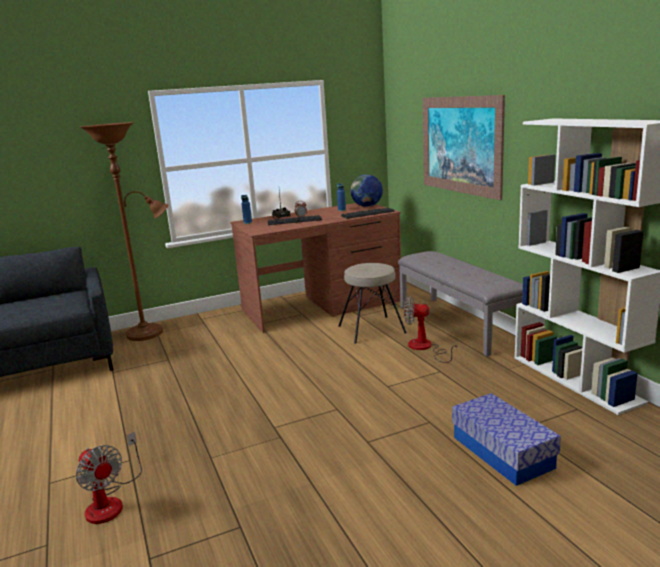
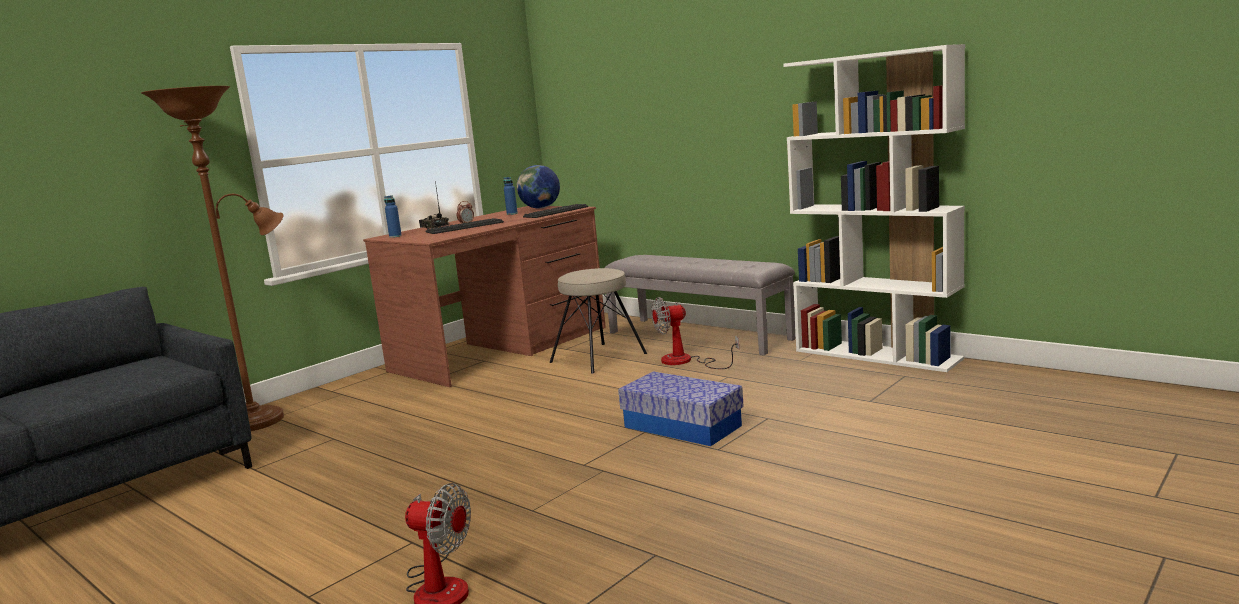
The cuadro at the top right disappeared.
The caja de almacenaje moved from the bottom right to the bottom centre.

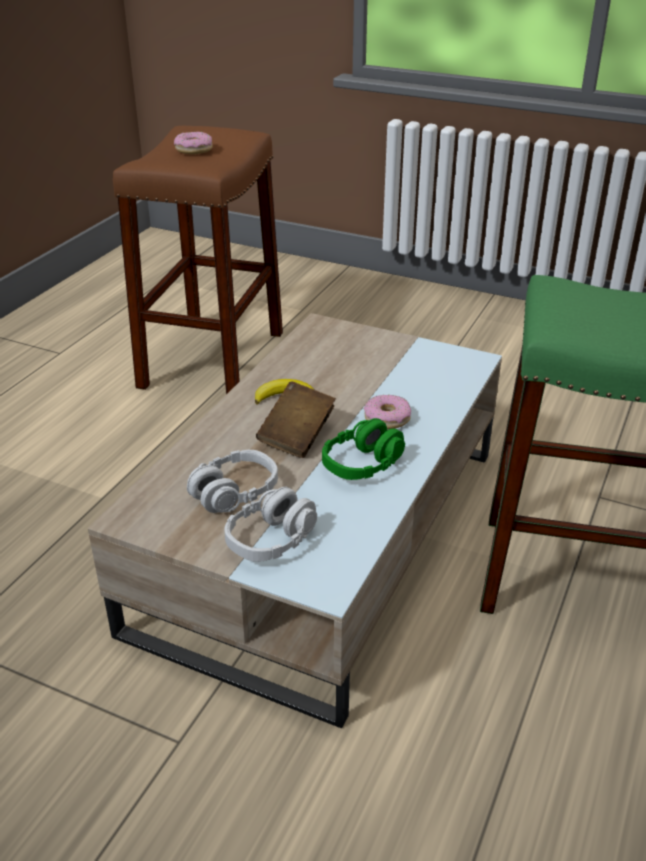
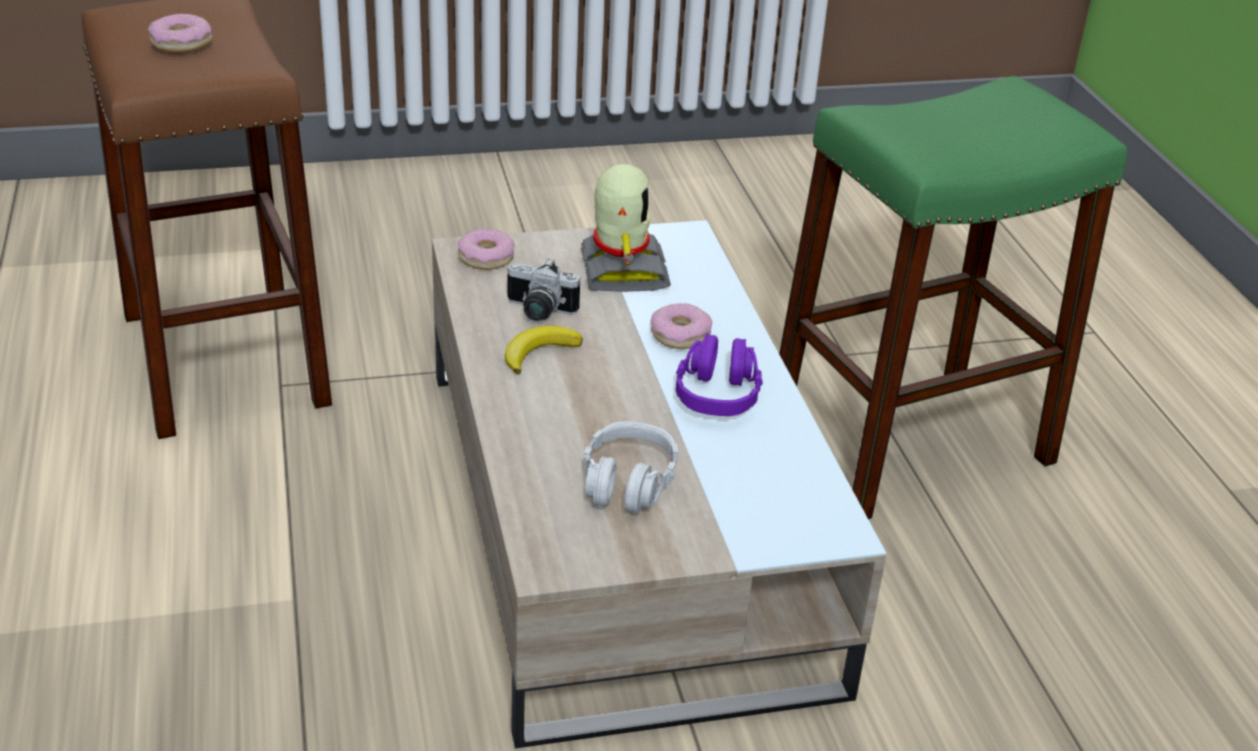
The auriculares/gris (no. 2 from left) at the centre disappeared.
The libro/marrón at the centre disappeared.
The rosquilla (no. 2 from left) at the top centre appeared.
The cámara at the centre appeared.
The robot de juguete at the top centre appeared.
The auriculares/verde at the centre became the auriculares/morado at the centre.

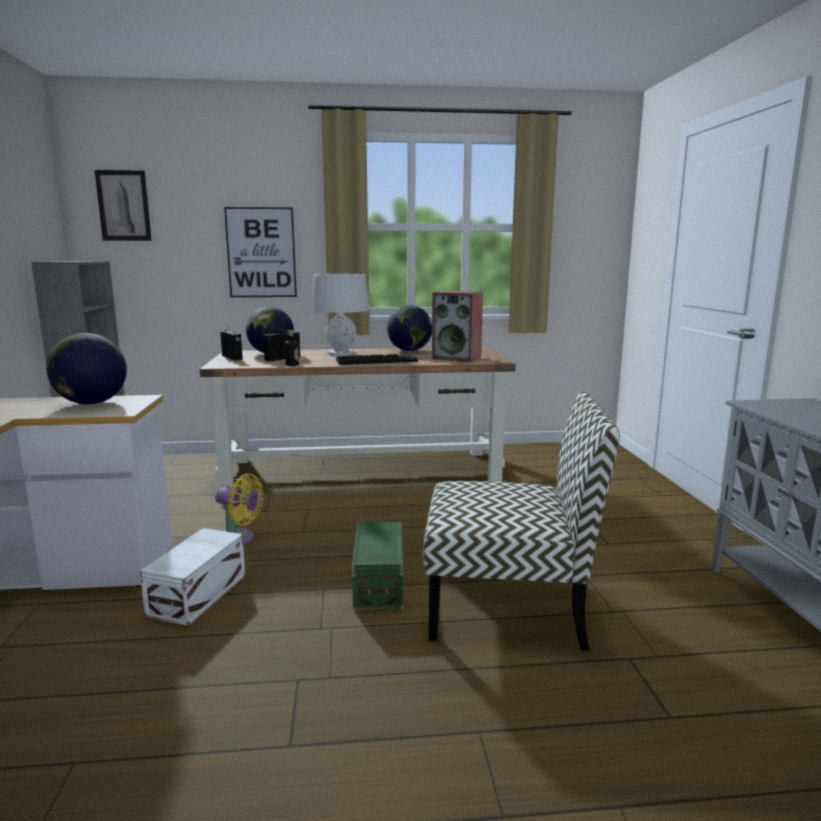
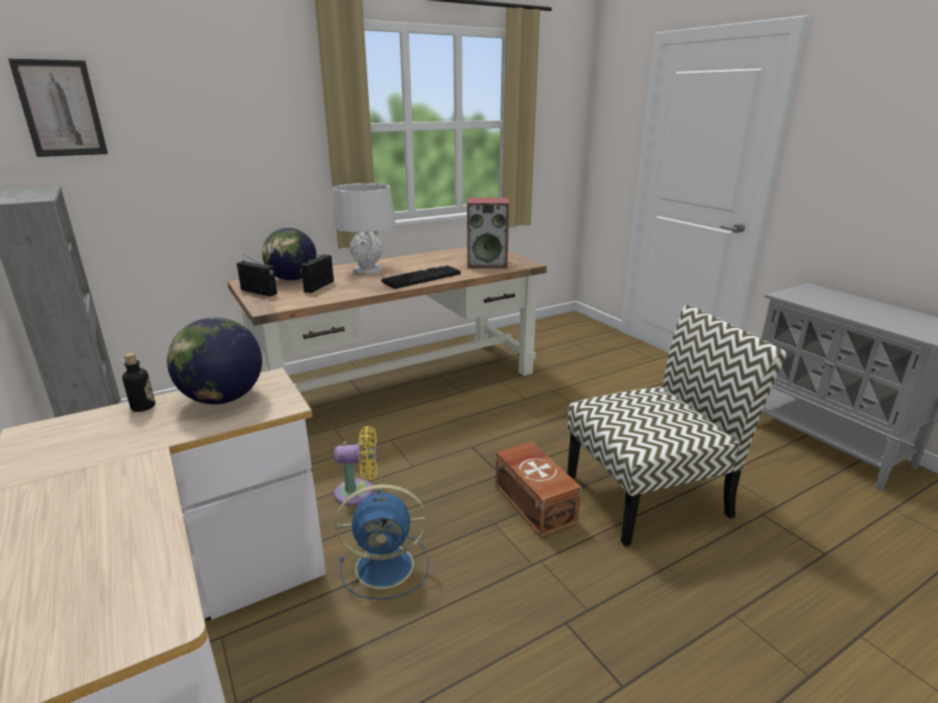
The cuadro (no. 2 from left) at the top left disappeared.
The globo terráqueo (no. 3 from left) at the centre disappeared.
The botella moved from the centre to the middle left.
The caja de almacenaje/blanco at the bottom left was replaced by the ventilador/azul at the bottom centre.
The caja de almacenaje/verde at the bottom centre became the caja de almacenaje/marrón at the bottom centre.

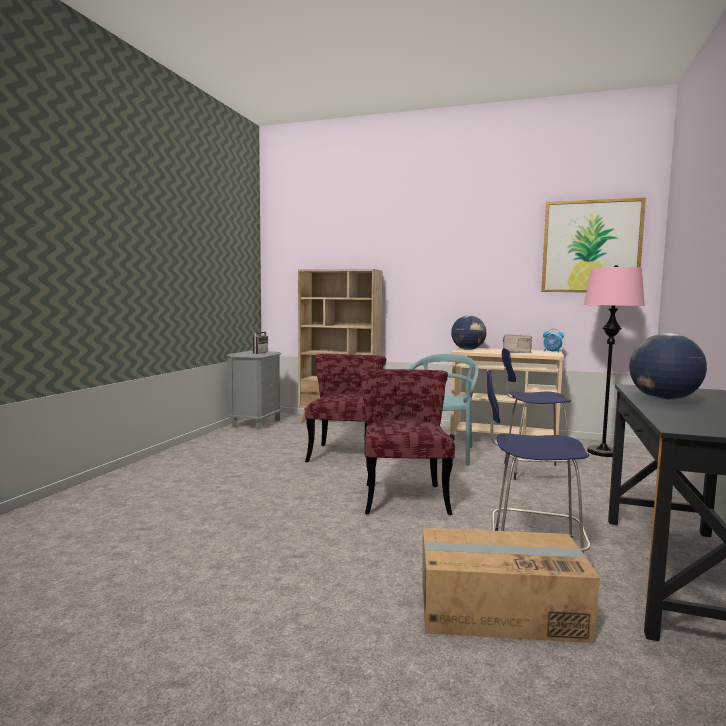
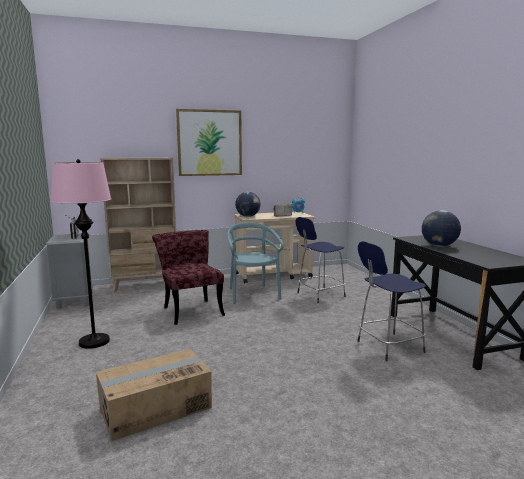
The silla/rojo (no. 2 from left) at the centre disappeared.
The caja de cartón moved from the bottom right to the bottom left.
The cuadro moved from the middle right to the top centre.
The lámpara de pie/rosa moved from the middle right to the middle left.

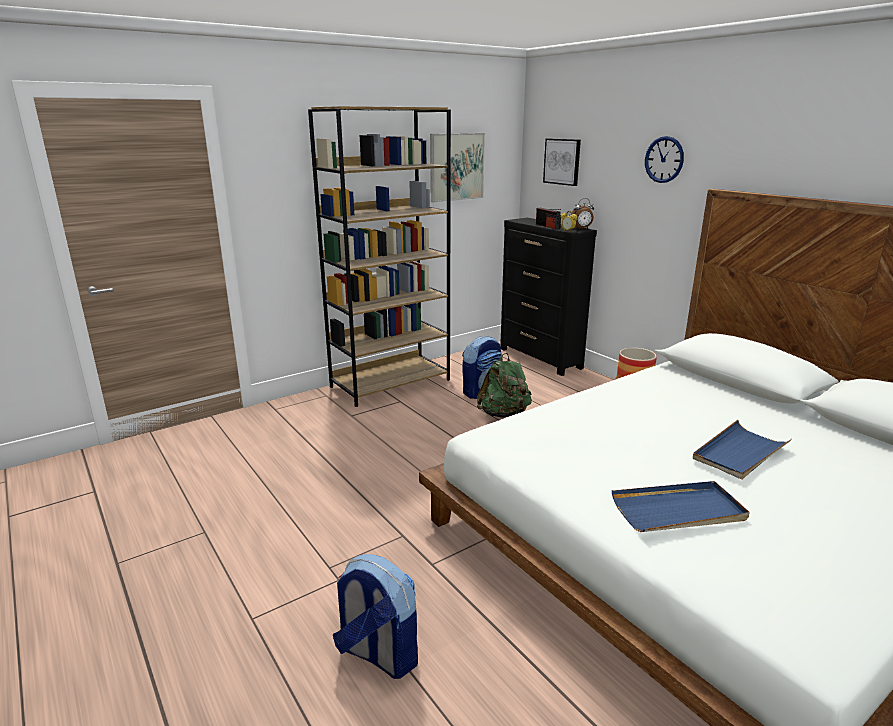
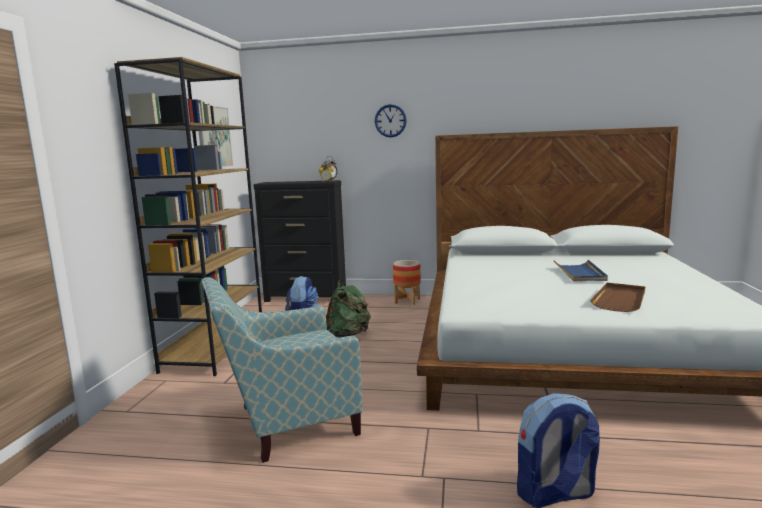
The radio at the top centre disappeared.
The cuadro (no. 2 from left) at the top centre disappeared.
The sillón at the bottom centre appeared.
The bandeja/azul (no. 1 from left) at the bottom right became the bandeja/marrón at the middle right.

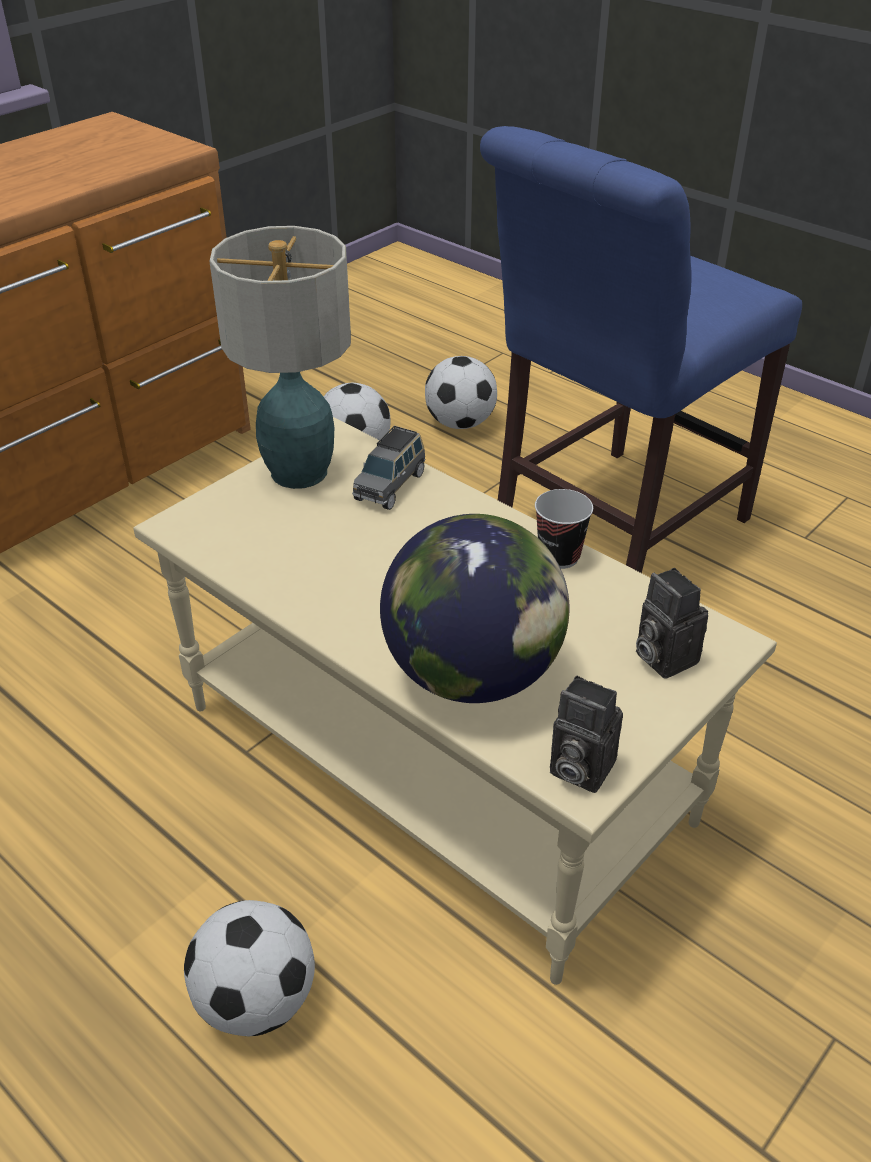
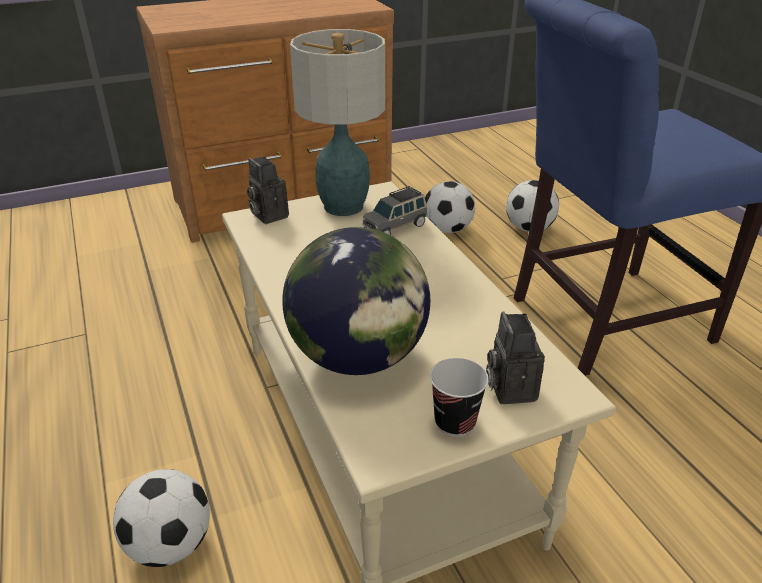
The taza moved from the centre to the bottom centre.
The cámara (no. 1 from left) moved from the middle right to the top centre.

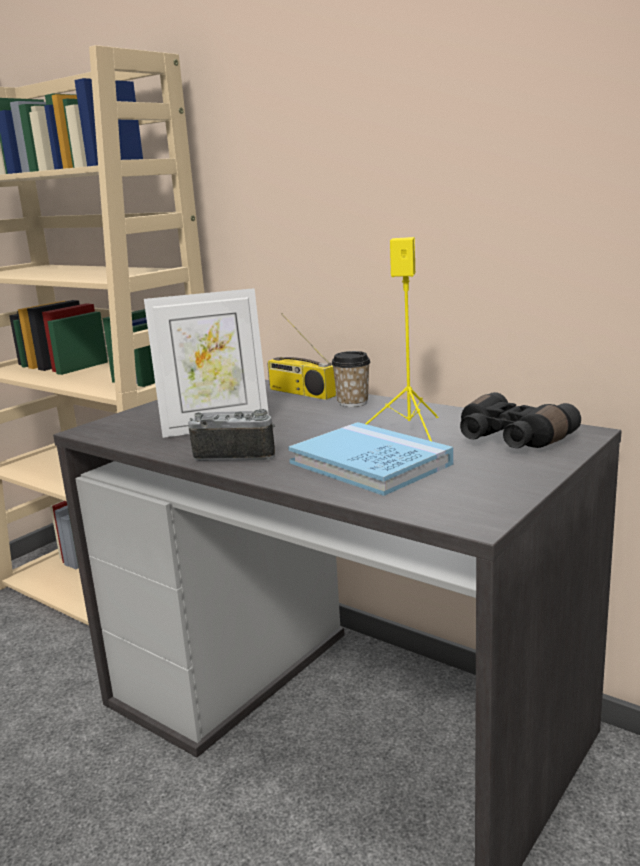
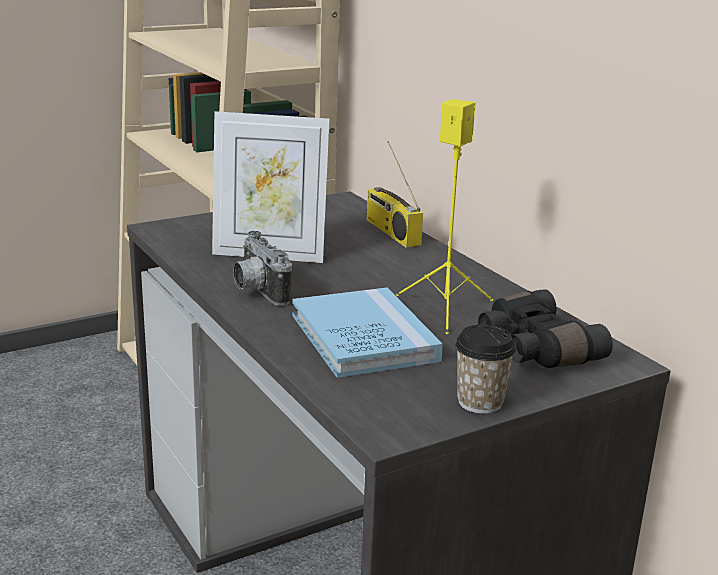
The taza moved from the centre to the middle right.
The cámara at the centre turned 150 degrees counterclockwise.

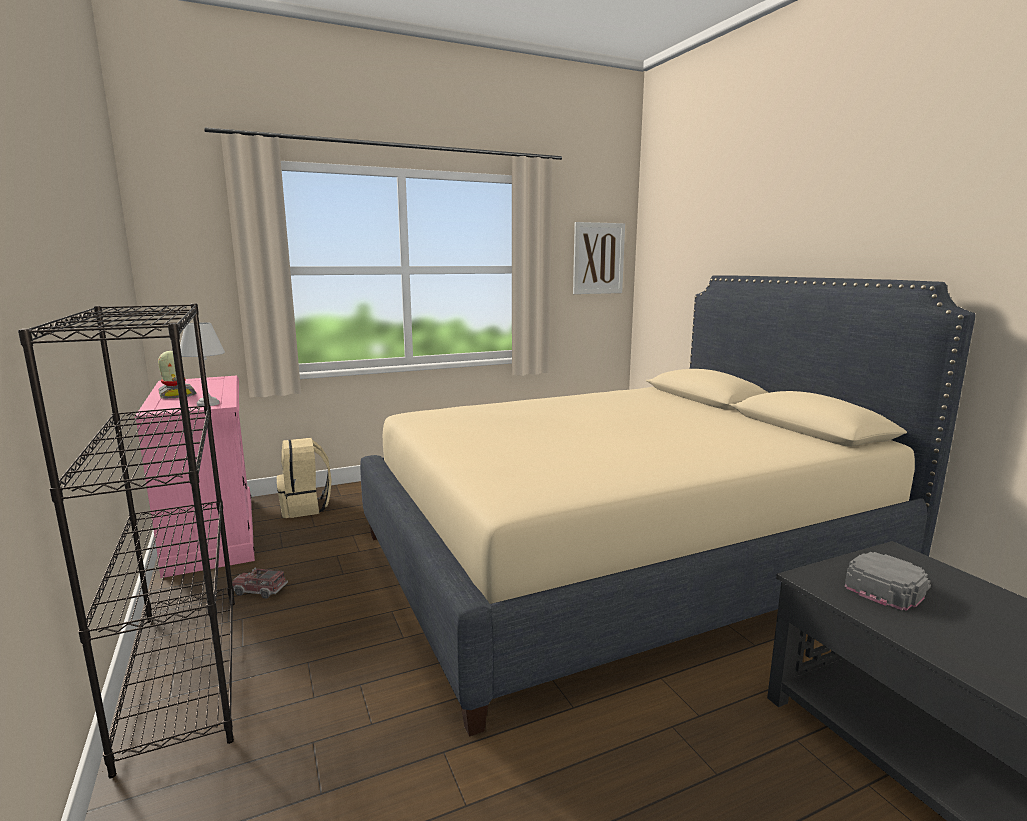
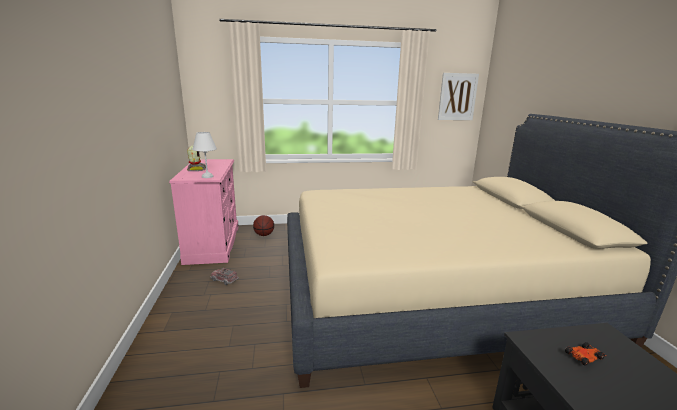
The estantería/negro at the middle left disappeared.
The mochila/beis at the middle left was replaced by the balón de baloncesto at the centre.
The gorra/gris at the bottom right was replaced by the coche de juguete at the bottom right.

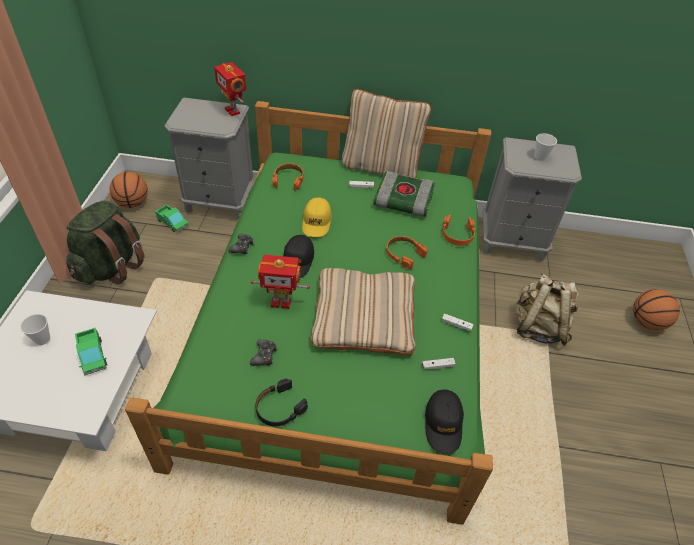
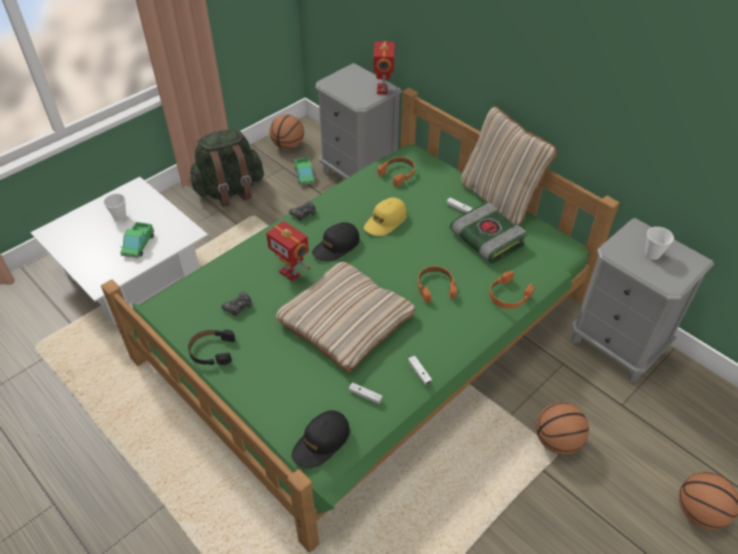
The mochila/beis at the middle right was replaced by the balón de baloncesto (no. 2 from left) at the bottom right.

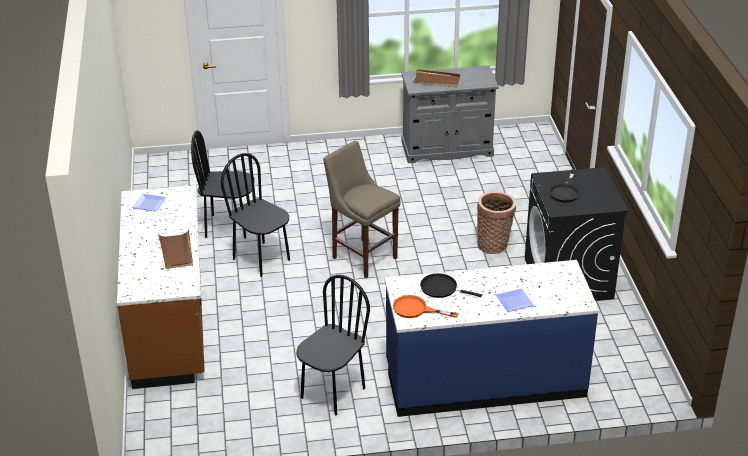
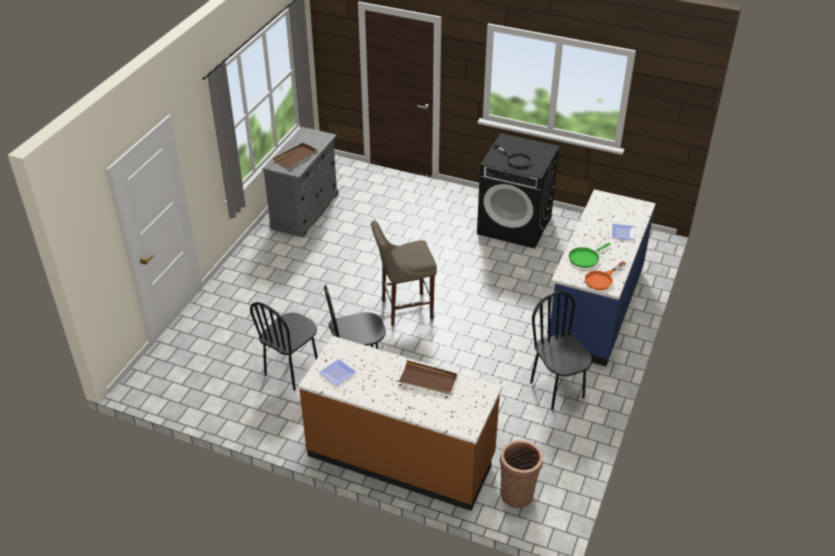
The cesta moved from the centre to the bottom centre.
The sartén/negro (no. 1 from left) at the centre became the sartén/verde at the middle right.

